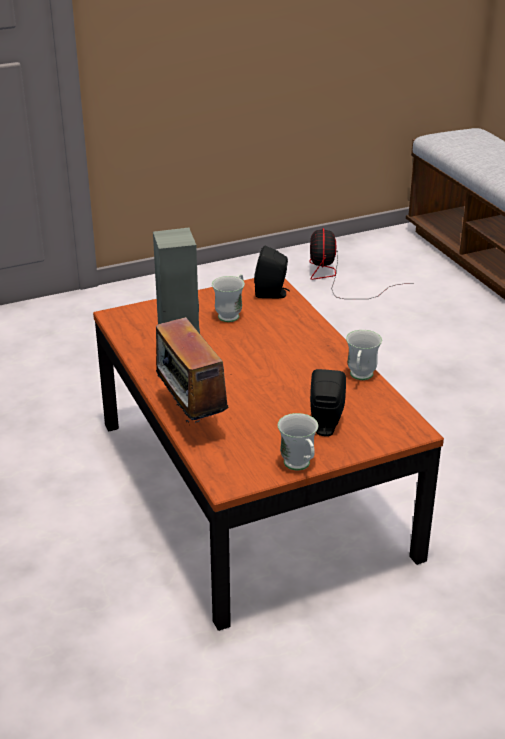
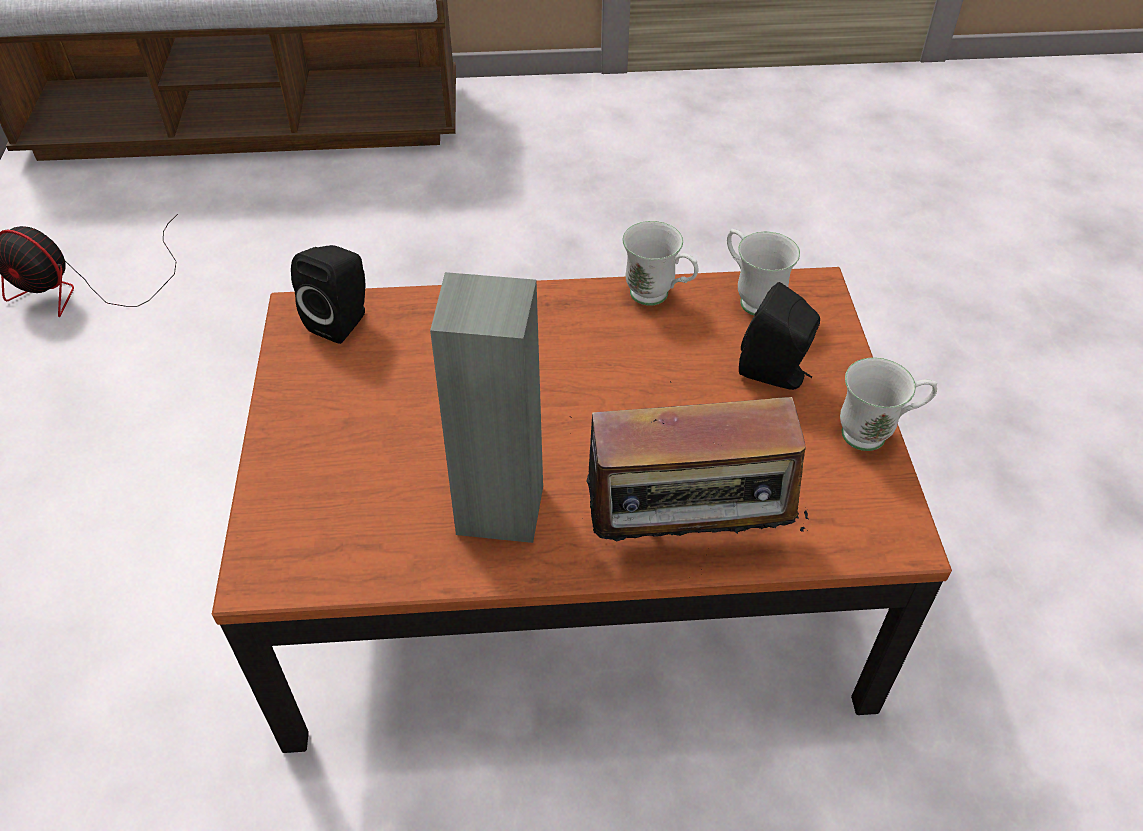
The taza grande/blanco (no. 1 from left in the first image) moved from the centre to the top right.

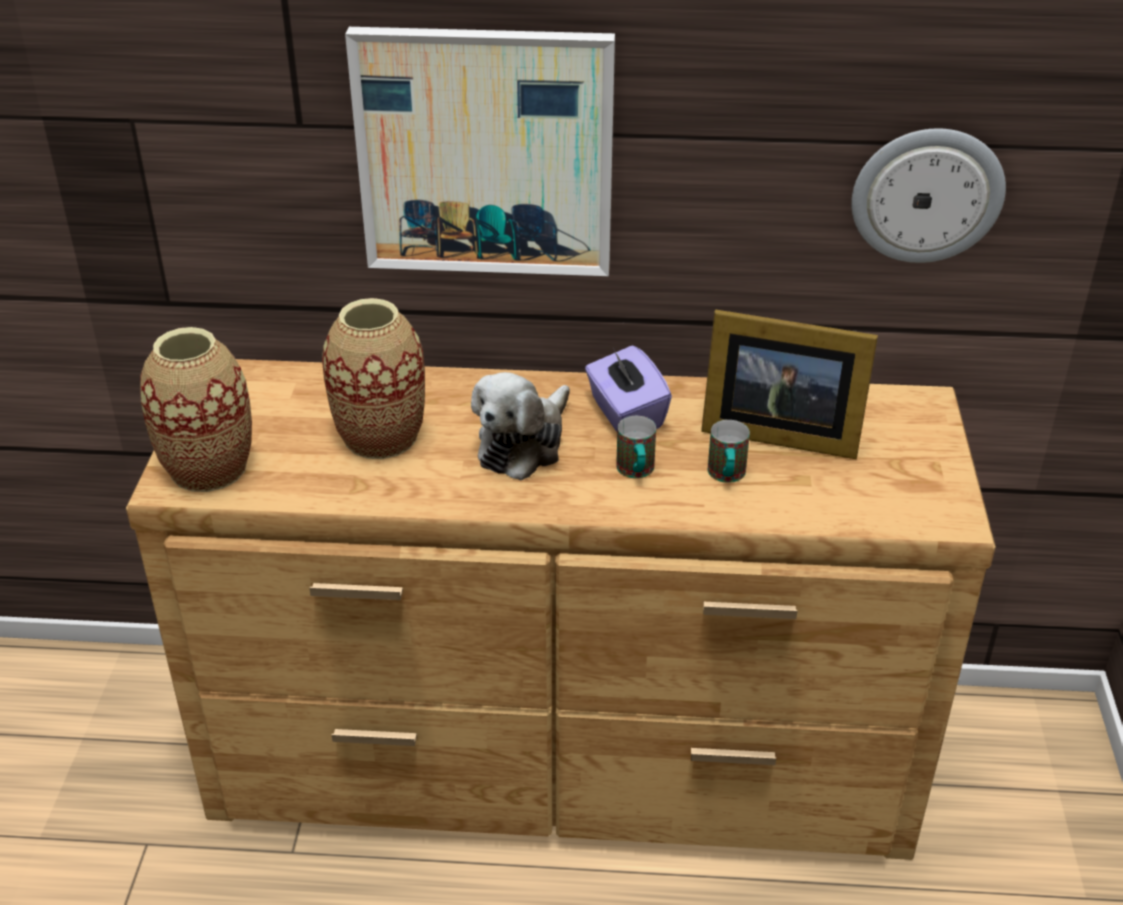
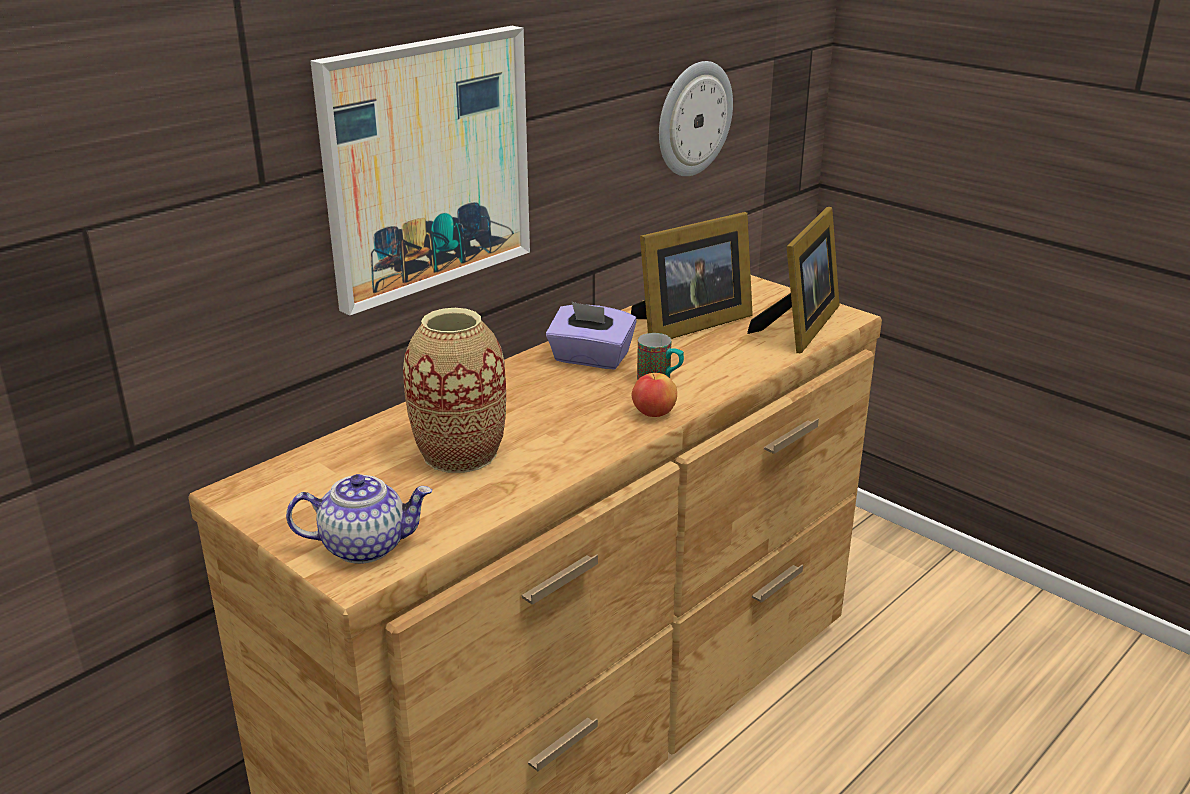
The peluche at the centre disappeared.
The taza grande (no. 2 from left) at the centre disappeared.
The manzana at the centre appeared.
The portarretratos (no. 2 from left) at the centre appeared.
The florero (no. 1 from left) at the middle left was replaced by the tetera at the middle left.

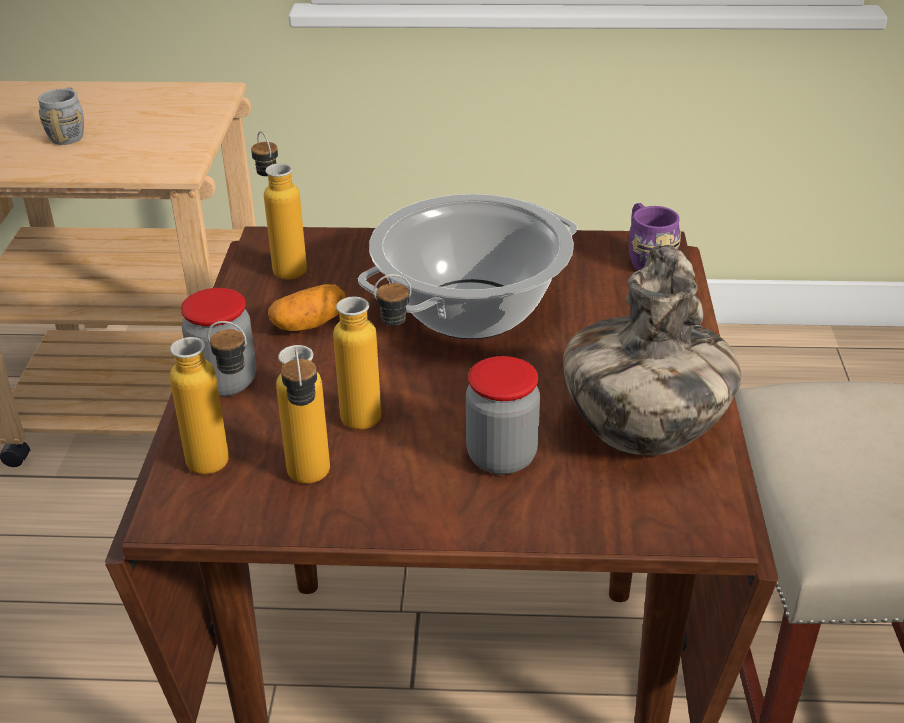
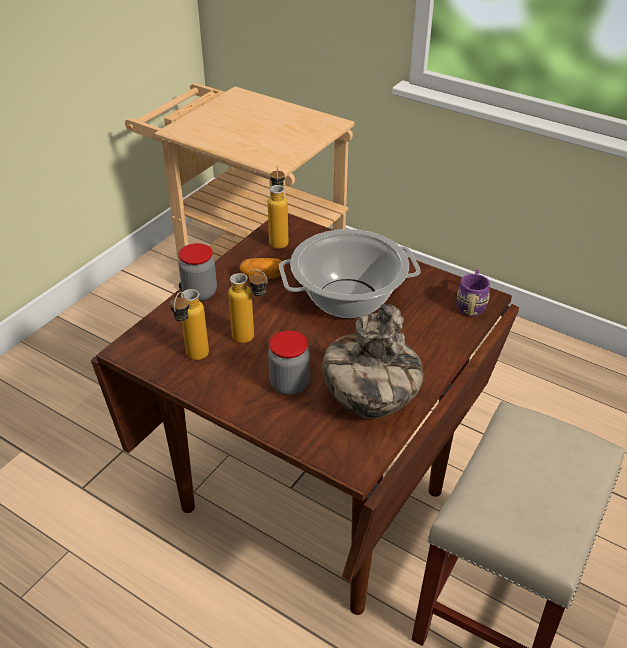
The taza grande/gris at the top left disappeared.
The botella (no. 1 from left) at the middle left disappeared.

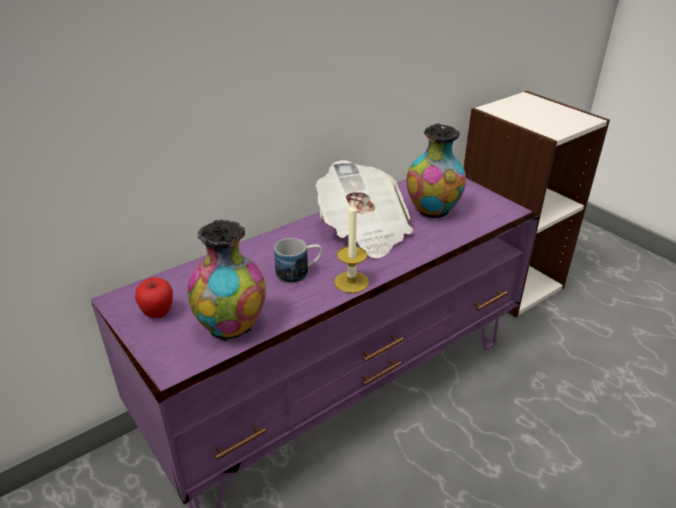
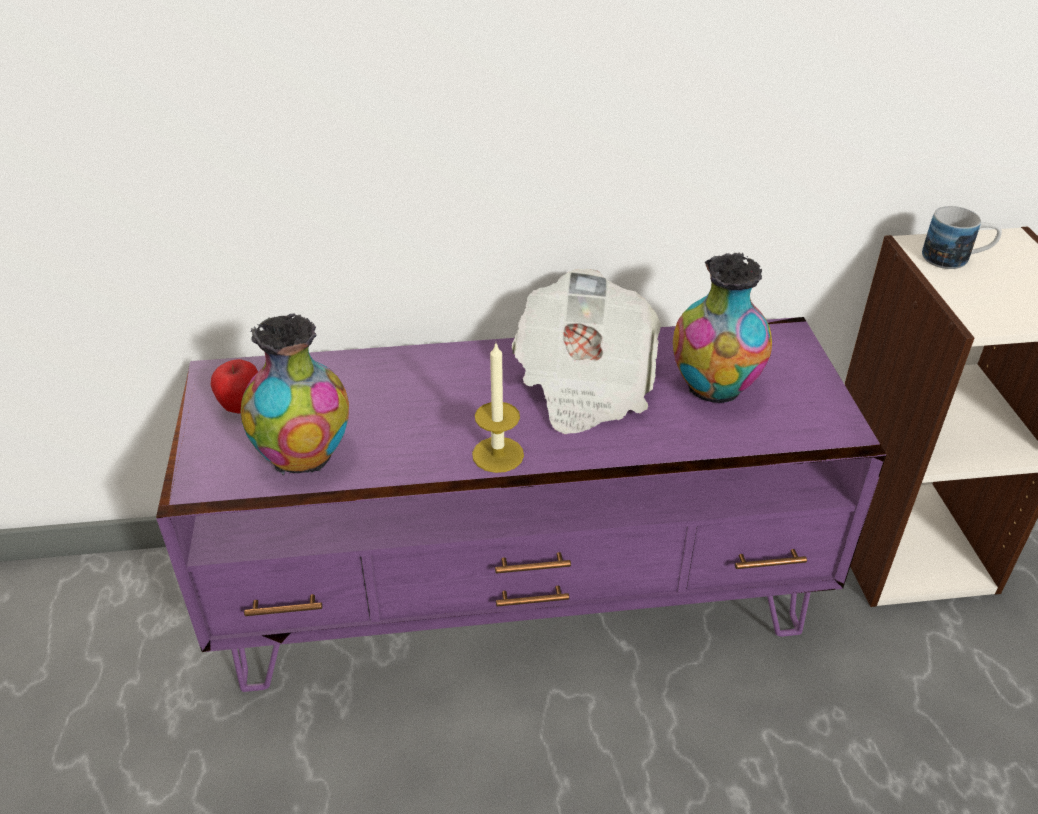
The taza grande moved from the centre to the top right.

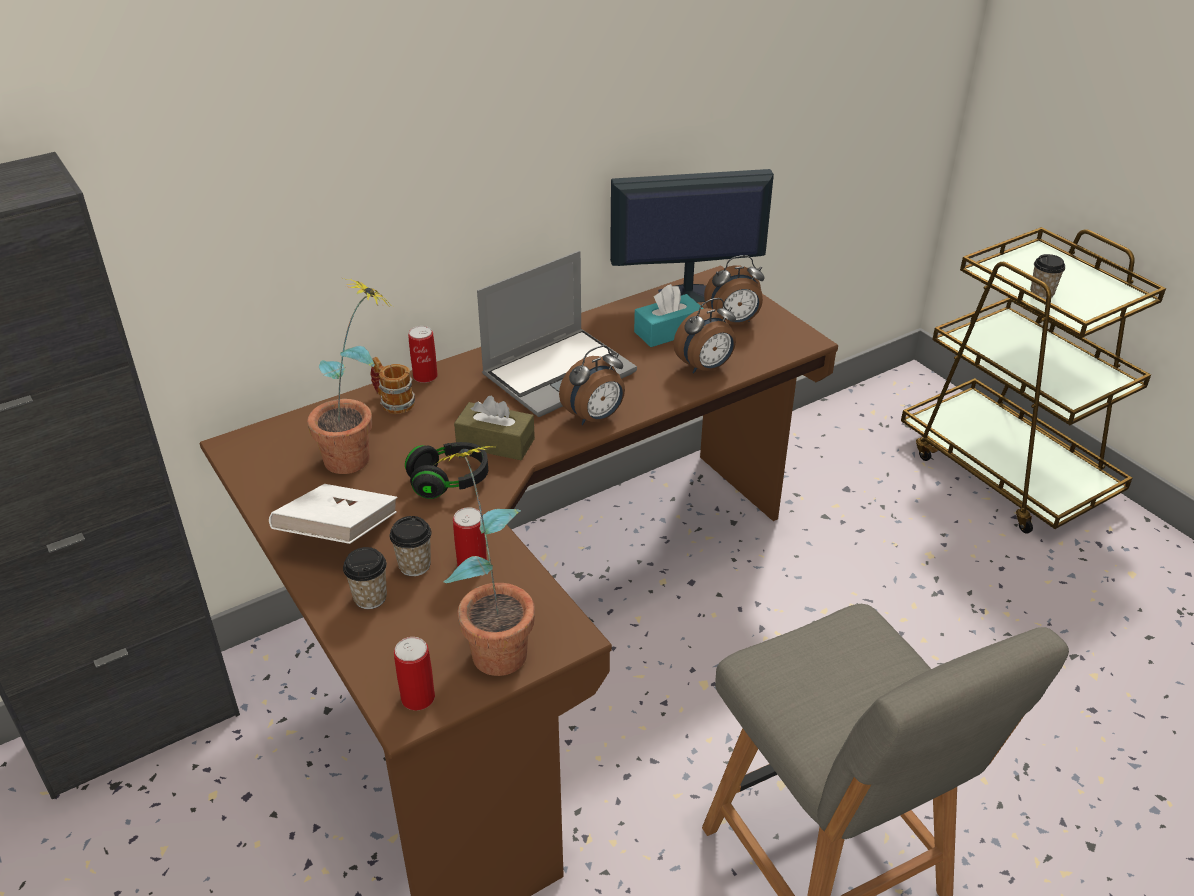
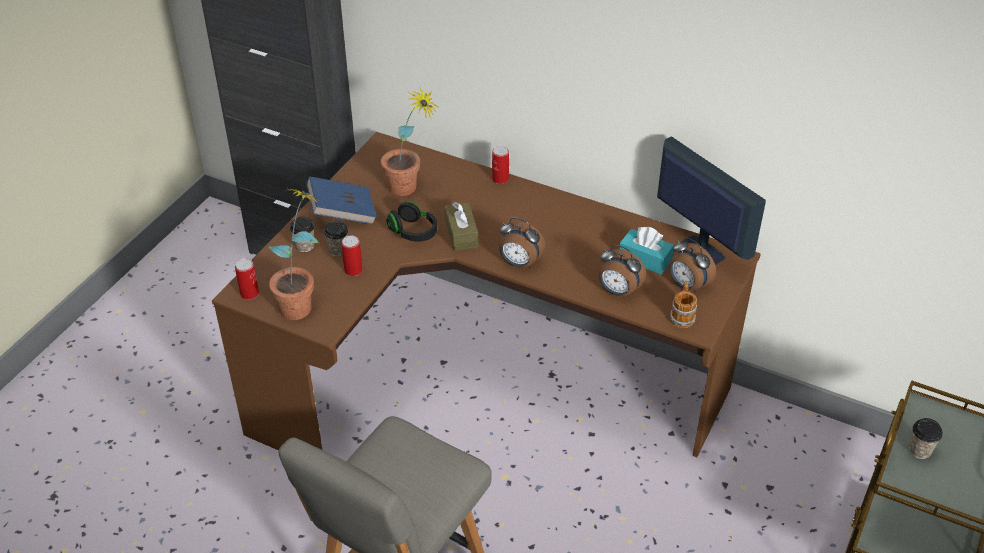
The portátil at the centre disappeared.
The taza grande moved from the middle left to the middle right.
The libro/blanco at the middle left became the libro/azul at the centre.

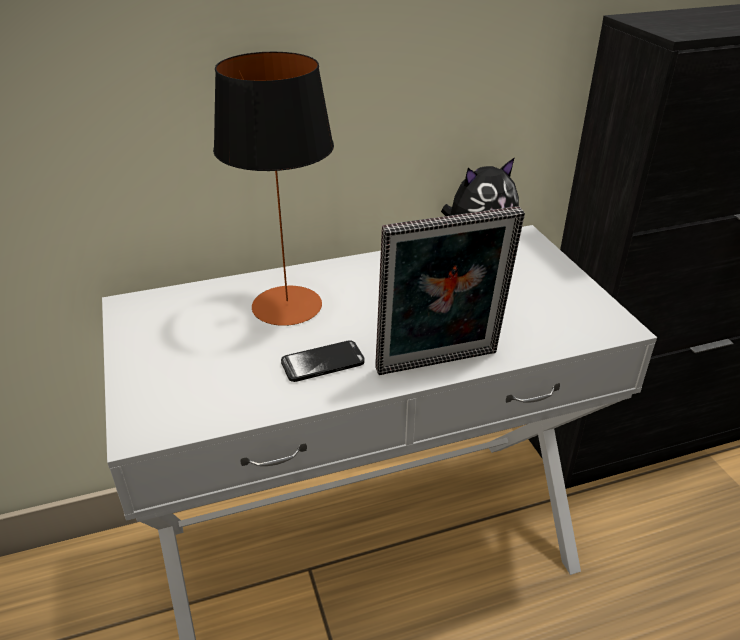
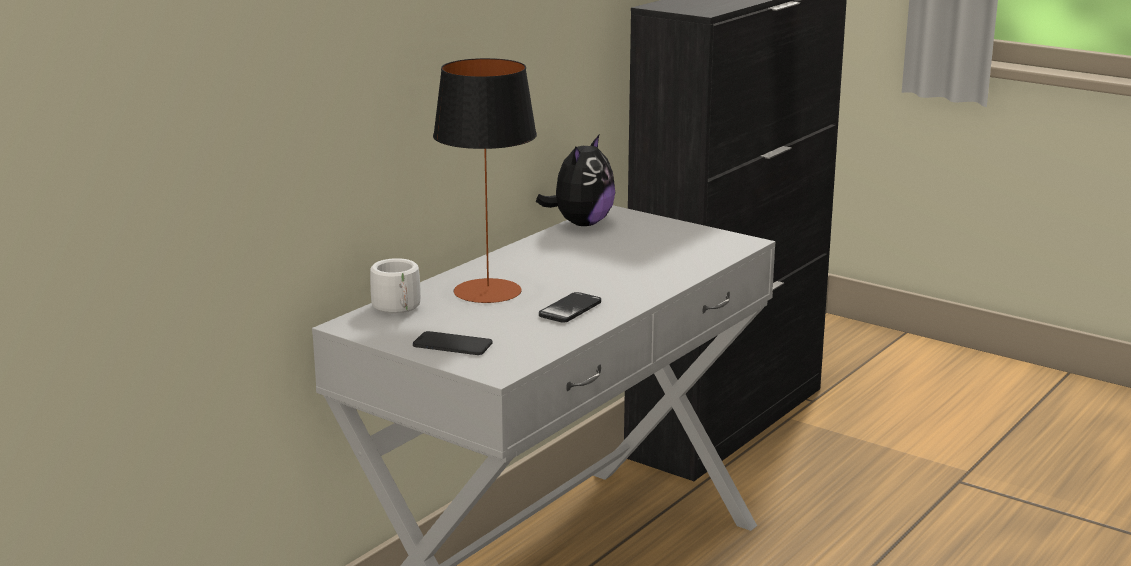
The portarretratos at the centre disappeared.
The taza grande/blanco at the centre appeared.
The móvil (no. 1 from left) at the centre appeared.

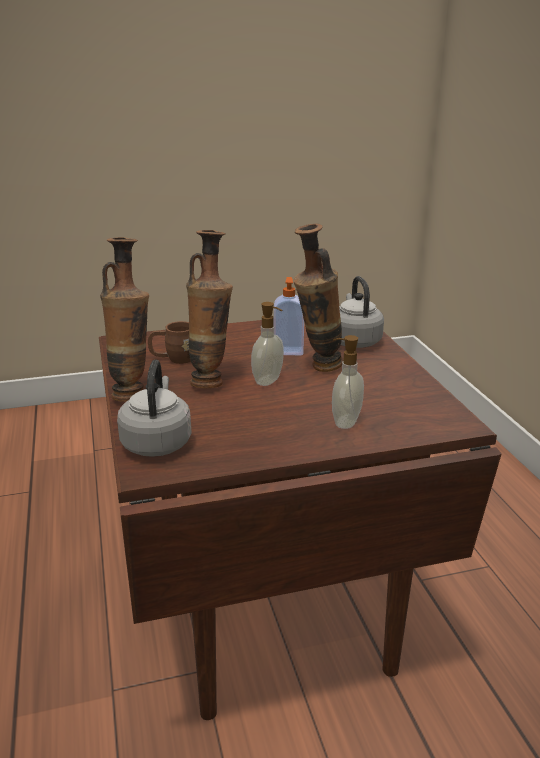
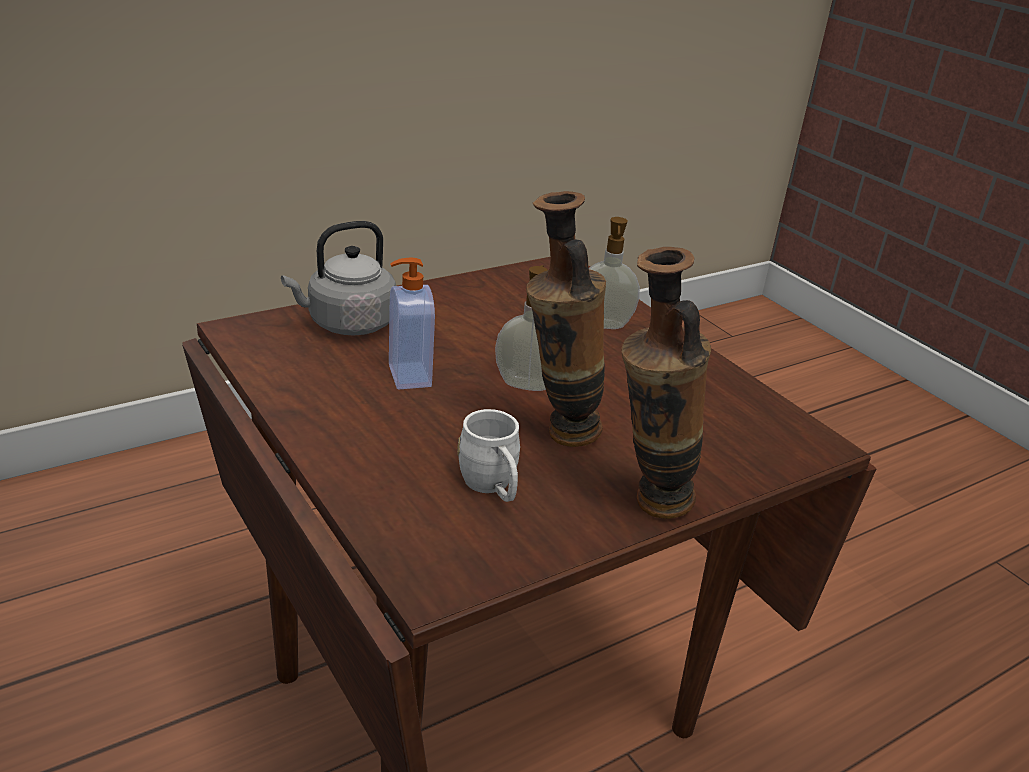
The hervidor/gris (no. 1 from left) at the middle left disappeared.
The florero (no. 3 from left) at the centre disappeared.
The taza grande/marrón at the middle left became the taza grande/blanco at the centre.

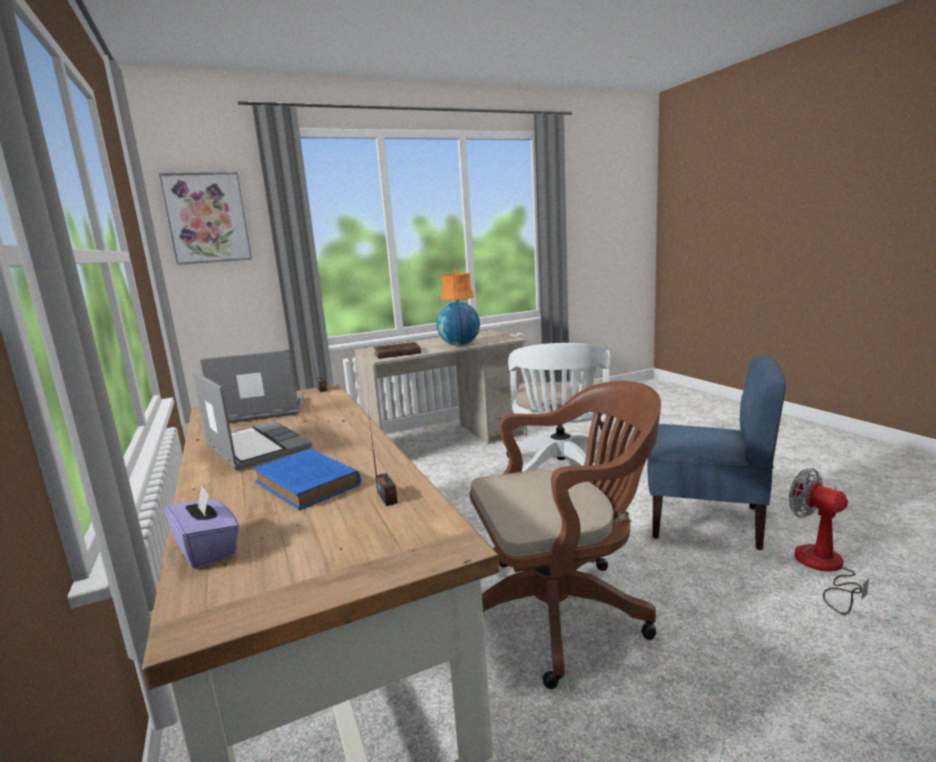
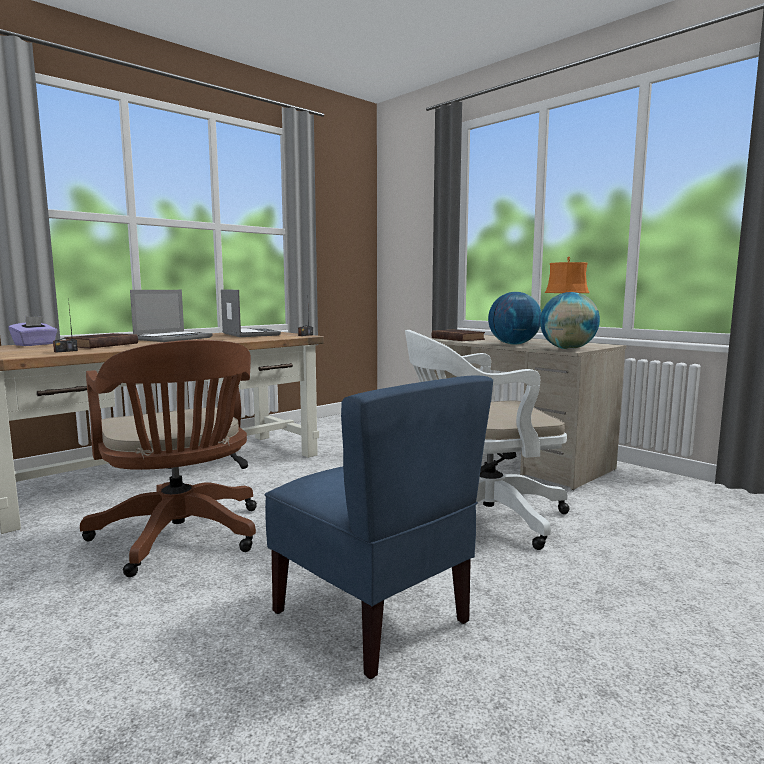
The cuadro at the top left disappeared.
The ventilador at the bottom right disappeared.
The globo terráqueo (no. 2 from left) at the middle right appeared.
The libro/azul at the middle left became the libro/marrón (no. 1 from left) at the middle left.
The silla/azul at the middle right turned 45 degrees counterclockwise.

